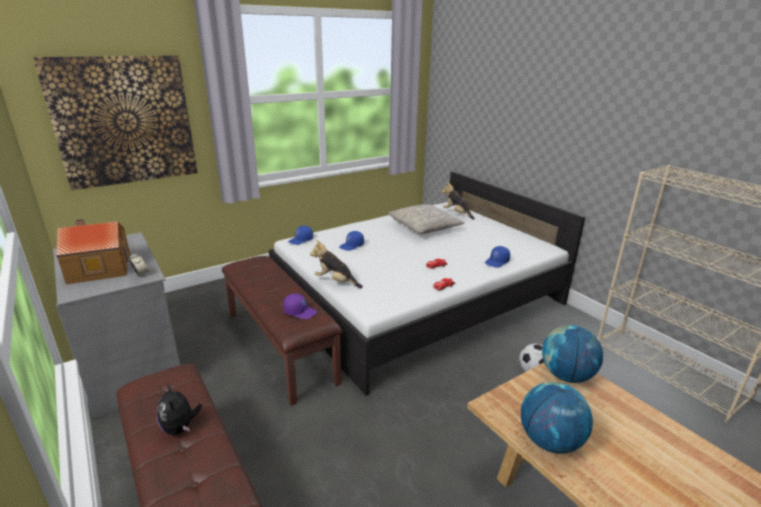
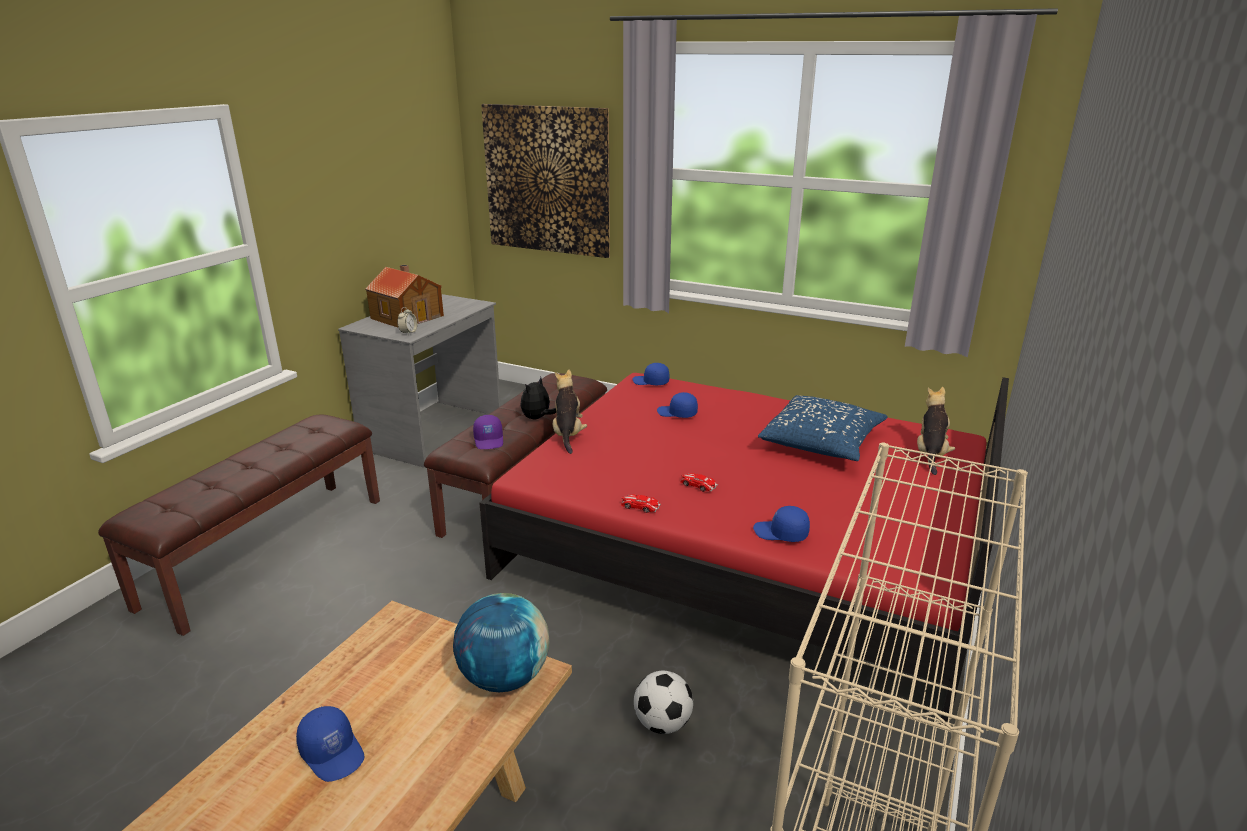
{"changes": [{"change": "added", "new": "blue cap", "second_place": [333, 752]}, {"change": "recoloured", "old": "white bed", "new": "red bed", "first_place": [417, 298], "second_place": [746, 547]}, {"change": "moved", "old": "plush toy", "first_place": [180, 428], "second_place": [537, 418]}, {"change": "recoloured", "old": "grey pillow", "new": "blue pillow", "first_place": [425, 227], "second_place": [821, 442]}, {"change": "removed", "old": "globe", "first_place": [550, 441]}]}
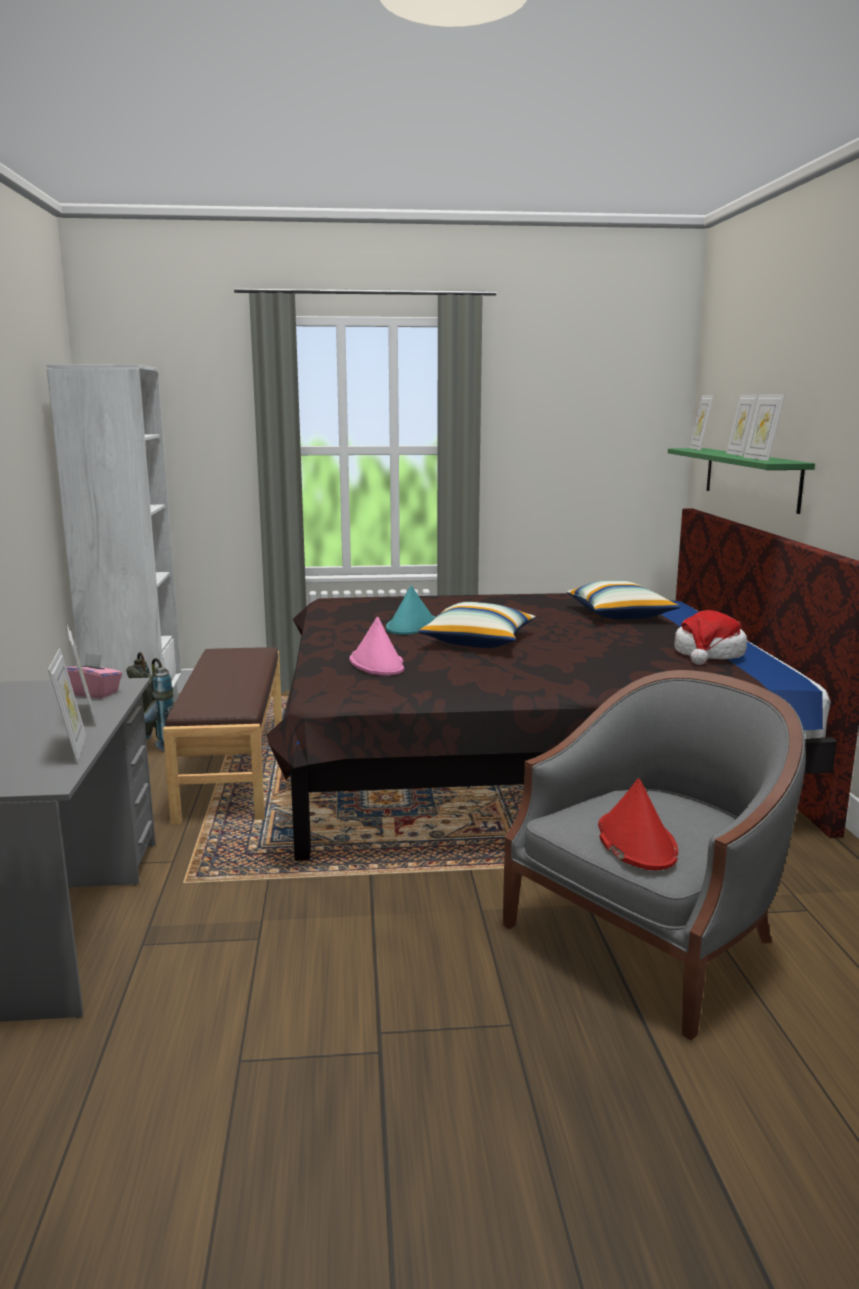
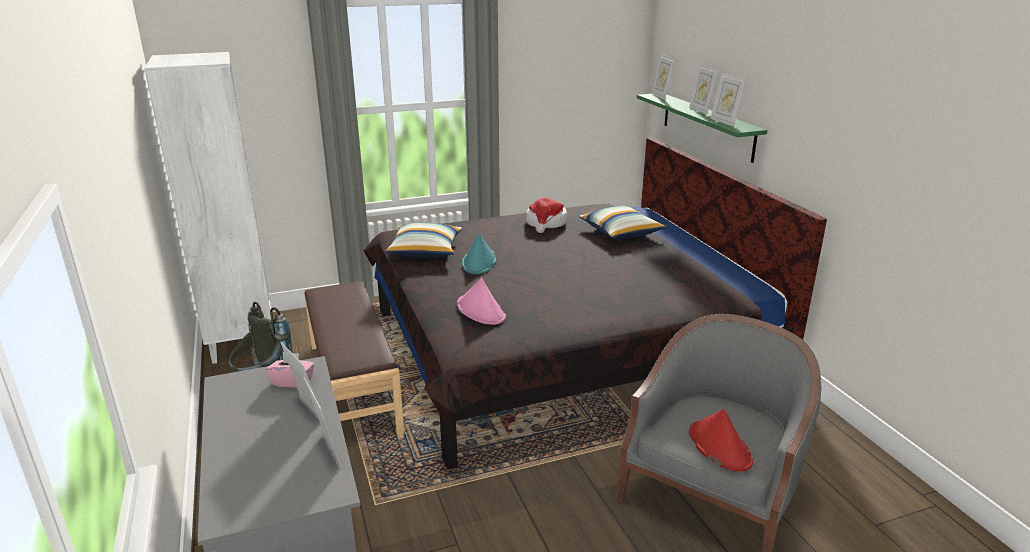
{"changes": [{"change": "moved", "old": "pillow", "first_place": [478, 642], "second_place": [425, 251]}, {"change": "moved", "old": "hat", "first_place": [708, 654], "second_place": [546, 223]}]}
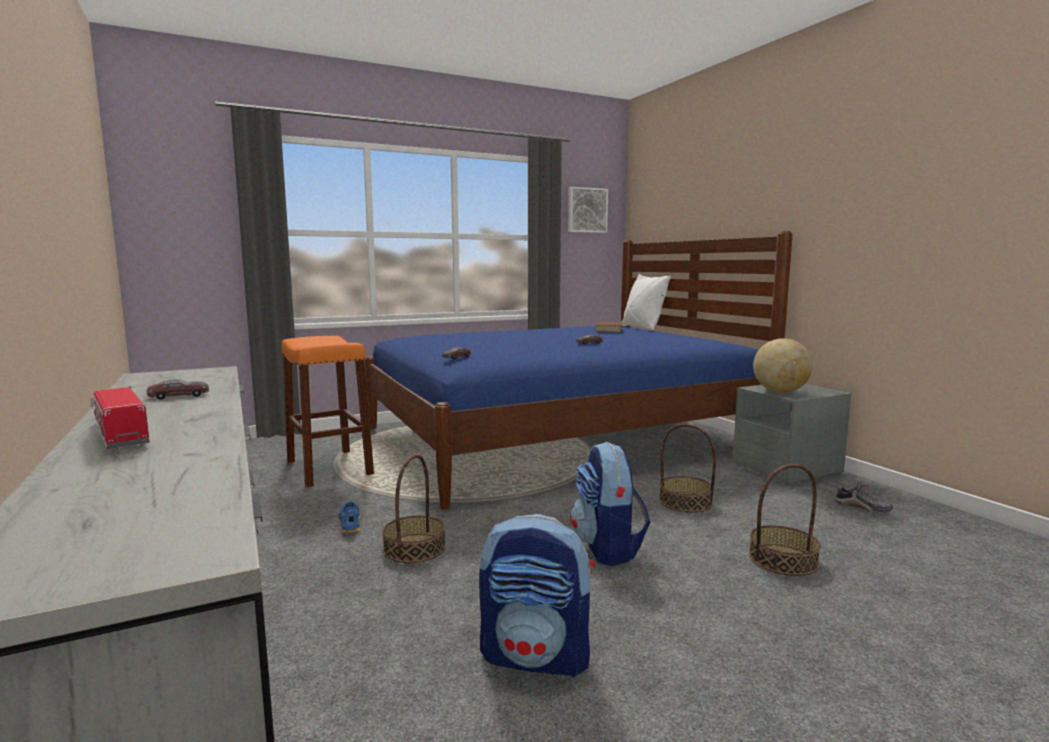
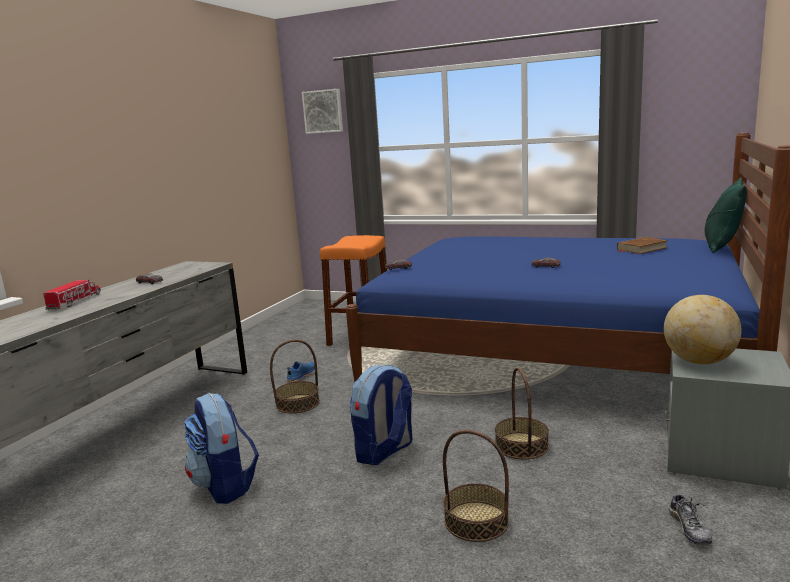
{"changes": [{"change": "moved", "old": "picture", "first_place": [586, 210], "second_place": [323, 111]}, {"change": "recoloured", "old": "white pillow", "new": "green pillow", "first_place": [642, 328], "second_place": [721, 247]}]}
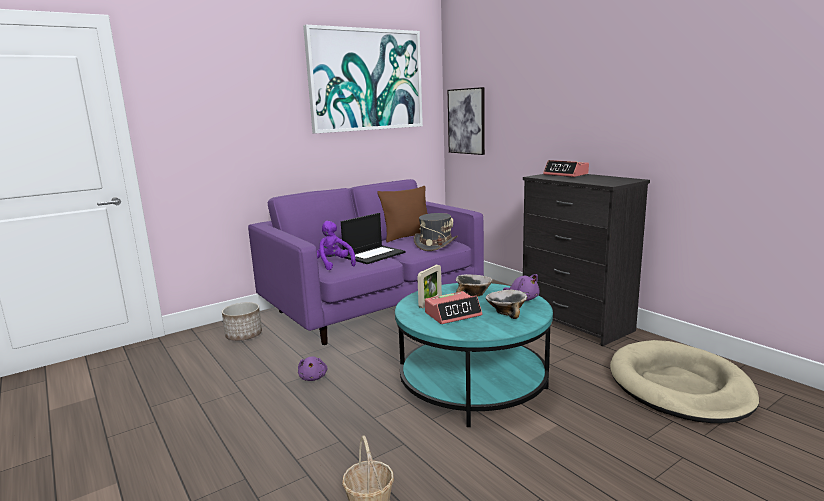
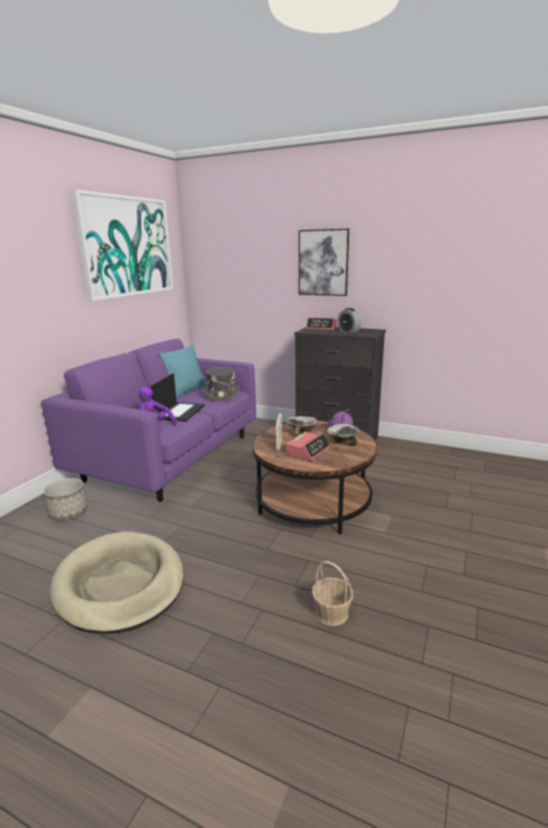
{"changes": [{"change": "moved", "old": "beige dog bed", "first_place": [679, 386], "second_place": [120, 585]}, {"change": "recoloured", "old": "brown pillow", "new": "turquoise pillow", "first_place": [407, 237], "second_place": [187, 391]}, {"change": "recoloured", "old": "turquoise coffee table", "new": "brown coffee table", "first_place": [473, 384], "second_place": [313, 502]}, {"change": "moved", "old": "picture", "first_place": [466, 121], "second_place": [323, 263]}, {"change": "added", "new": "alarm clock", "second_place": [348, 331]}, {"change": "removed", "old": "purple plush toy", "first_place": [313, 377]}]}
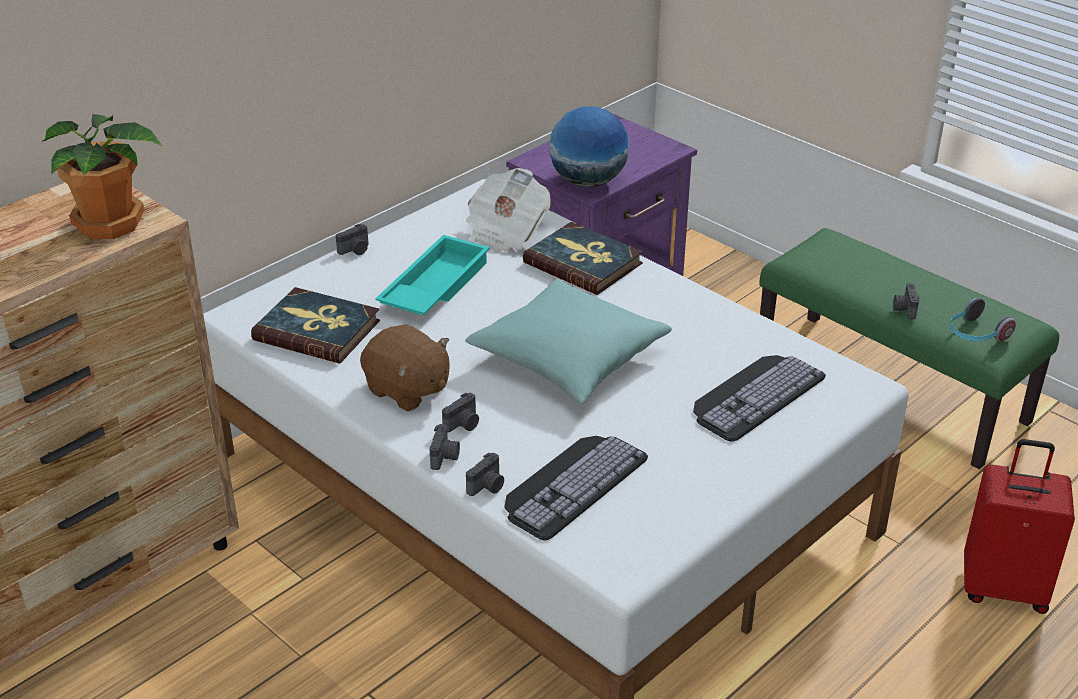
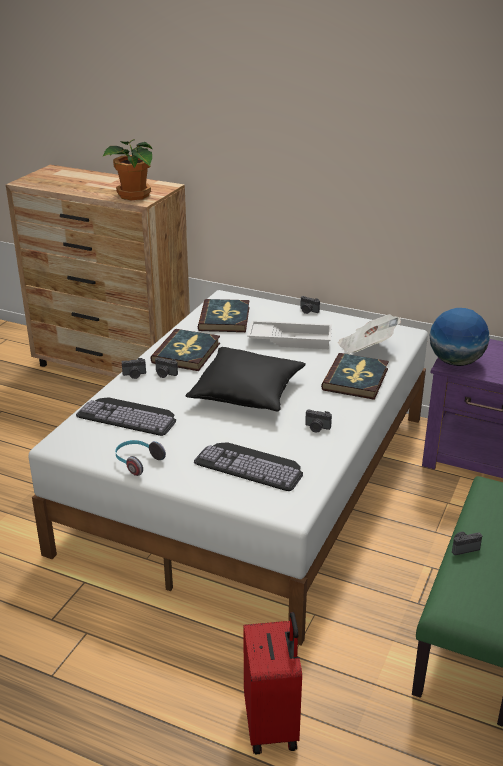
{"changes": [{"change": "moved", "old": "headphones", "first_place": [975, 334], "second_place": [137, 462]}, {"change": "replaced", "old": "brown plush toy", "new": "book", "first_place": [407, 390], "second_place": [187, 353]}, {"change": "recoloured", "old": "turquoise pillow", "new": "black pillow", "first_place": [568, 358], "second_place": [247, 393]}, {"change": "recoloured", "old": "turquoise tray", "new": "white tray", "first_place": [433, 286], "second_place": [290, 339]}, {"change": "moved", "old": "photo camera", "first_place": [487, 486], "second_place": [317, 428]}]}
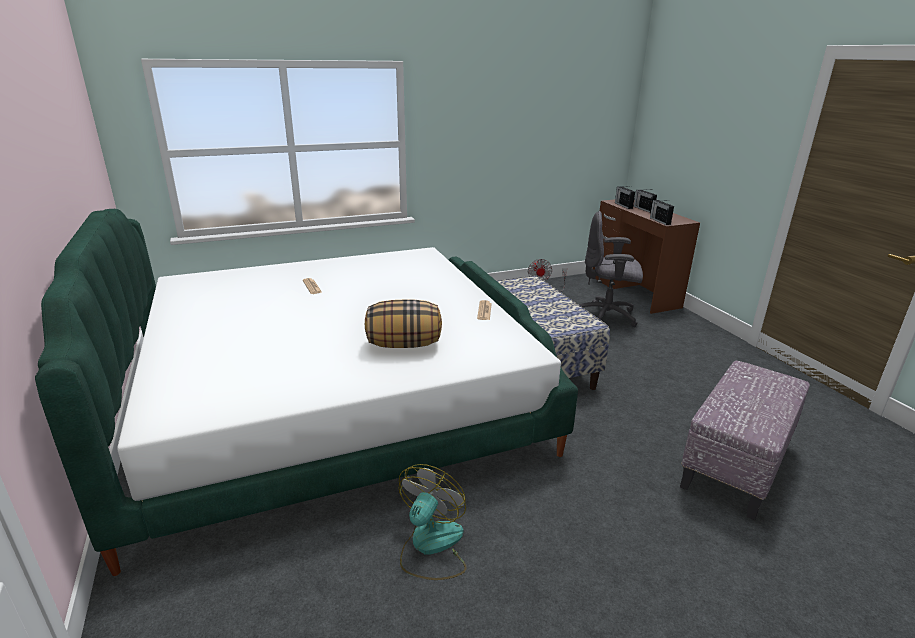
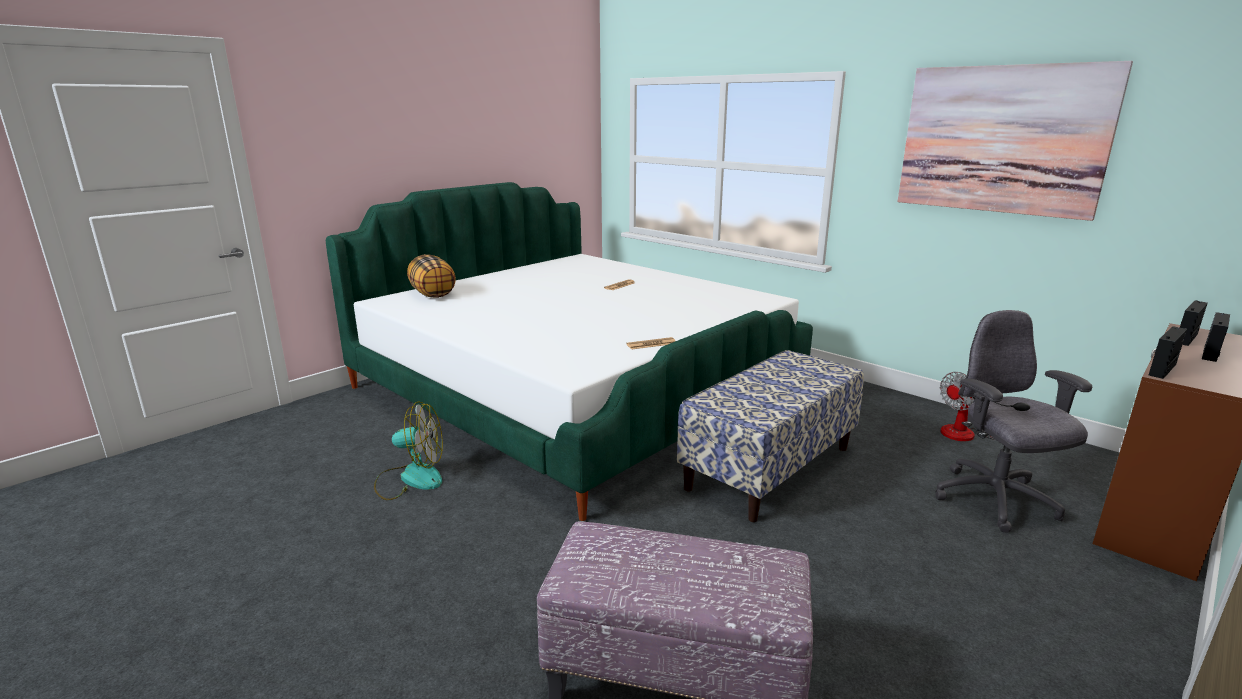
{"changes": [{"change": "moved", "old": "pillow", "first_place": [404, 344], "second_place": [433, 294]}, {"change": "added", "new": "picture", "second_place": [1001, 140]}]}
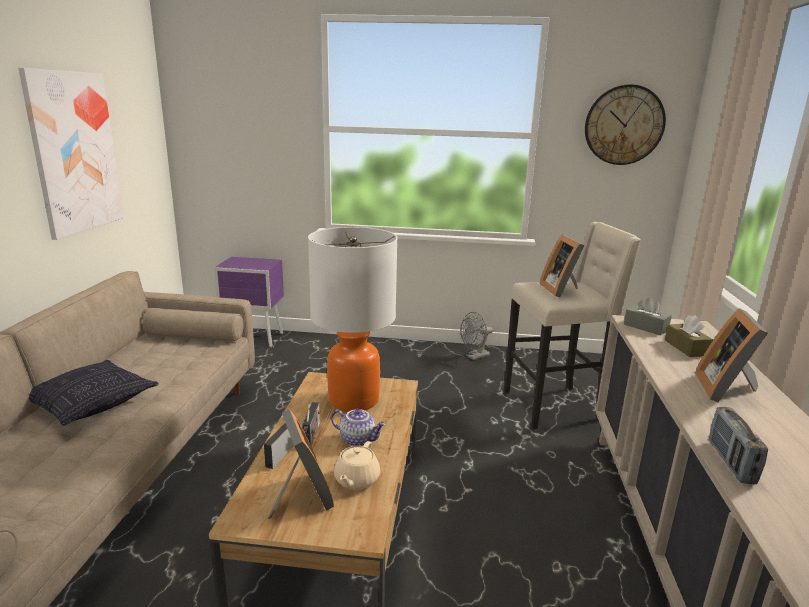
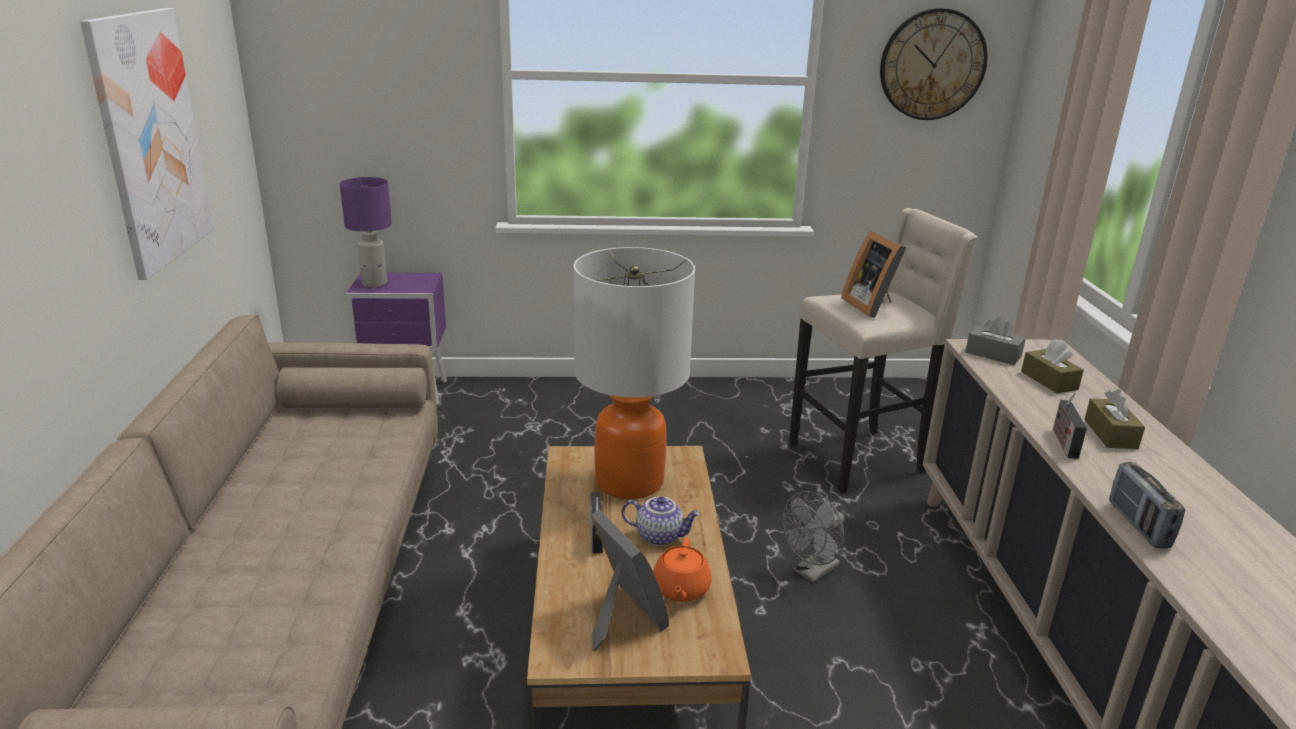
{"changes": [{"change": "added", "new": "purple table lamp", "second_place": [375, 283]}, {"change": "recoloured", "old": "beige teapot", "new": "orange teapot", "first_place": [356, 480], "second_place": [680, 589]}, {"change": "moved", "old": "grey fan", "first_place": [475, 357], "second_place": [812, 572]}, {"change": "moved", "old": "radio", "first_place": [281, 453], "second_place": [1063, 442]}, {"change": "replaced", "old": "picture frame", "new": "brown tissue box", "first_place": [727, 389], "second_place": [1110, 434]}, {"change": "removed", "old": "pillow", "first_place": [91, 404]}]}
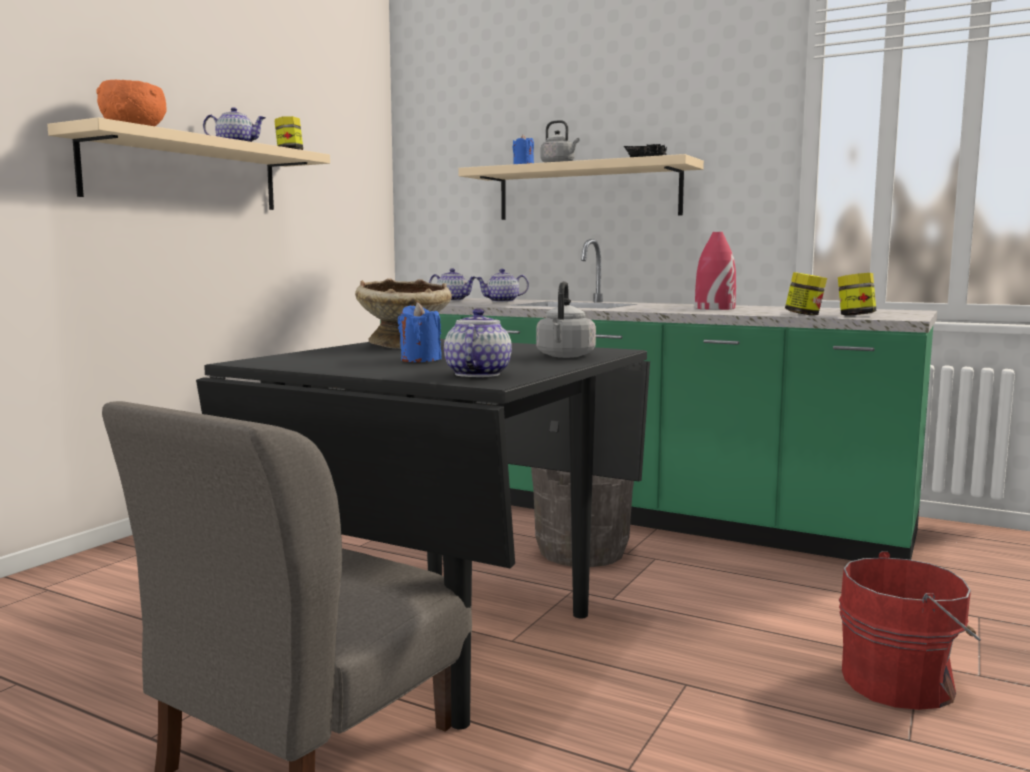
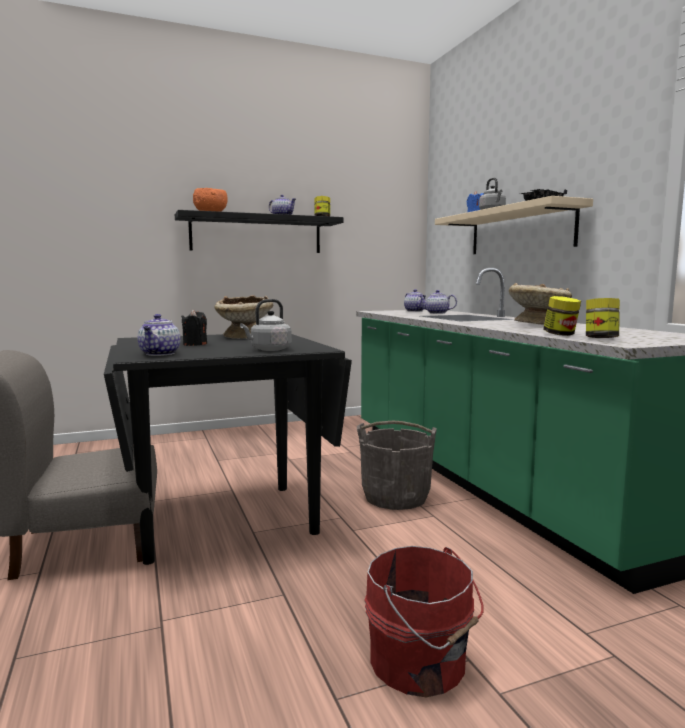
{"changes": [{"change": "turned", "old": "teapot", "first_place": [477, 374], "second_place": [160, 354], "degrees": 135}, {"change": "recoloured", "old": "beige shelf", "new": "black shelf", "first_place": [184, 173], "second_place": [256, 234]}, {"change": "recoloured", "old": "blue candle", "new": "black candle", "first_place": [420, 360], "second_place": [195, 344]}, {"change": "replaced", "old": "red vase", "new": "beige bowl", "first_place": [714, 308], "second_place": [537, 325]}]}
